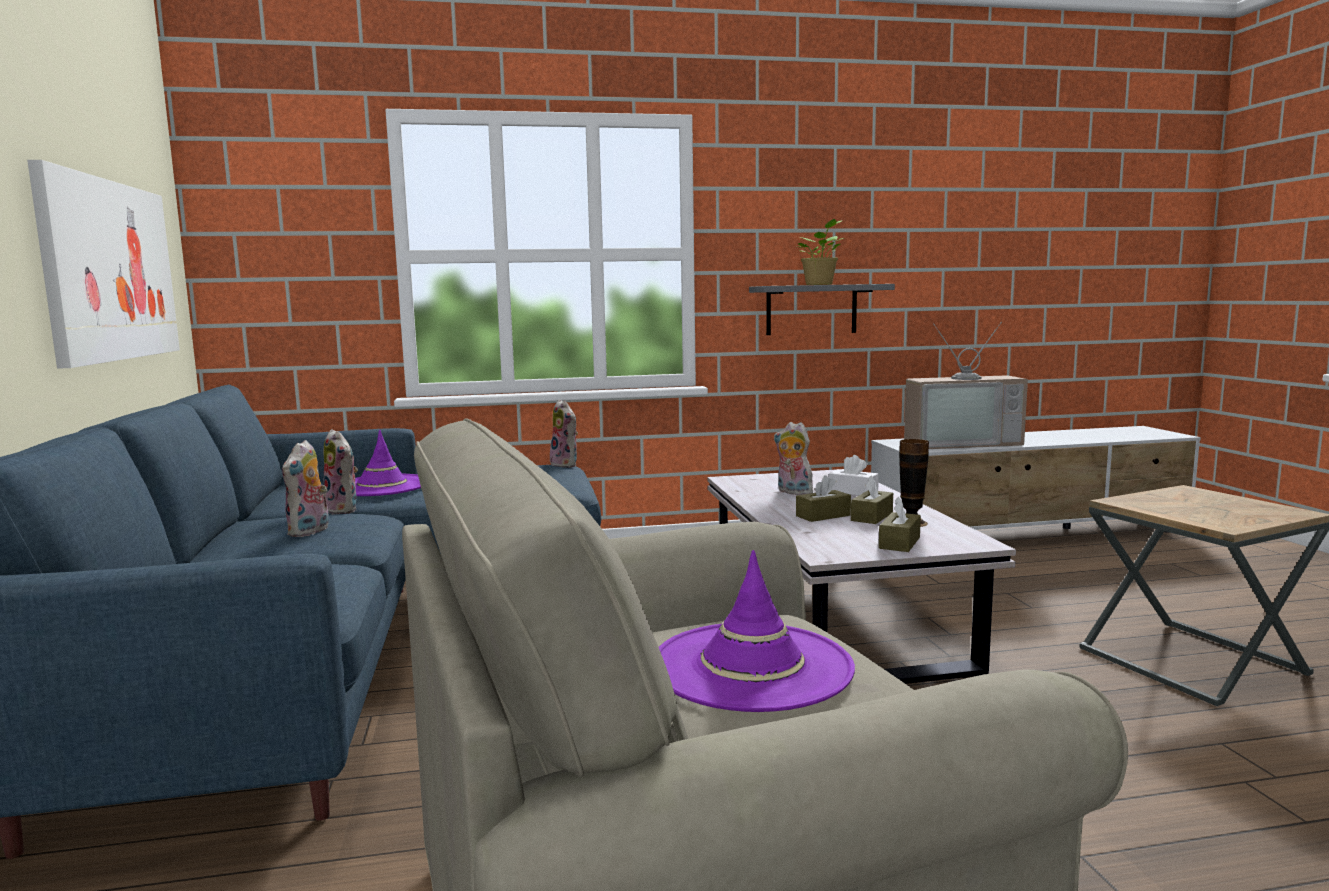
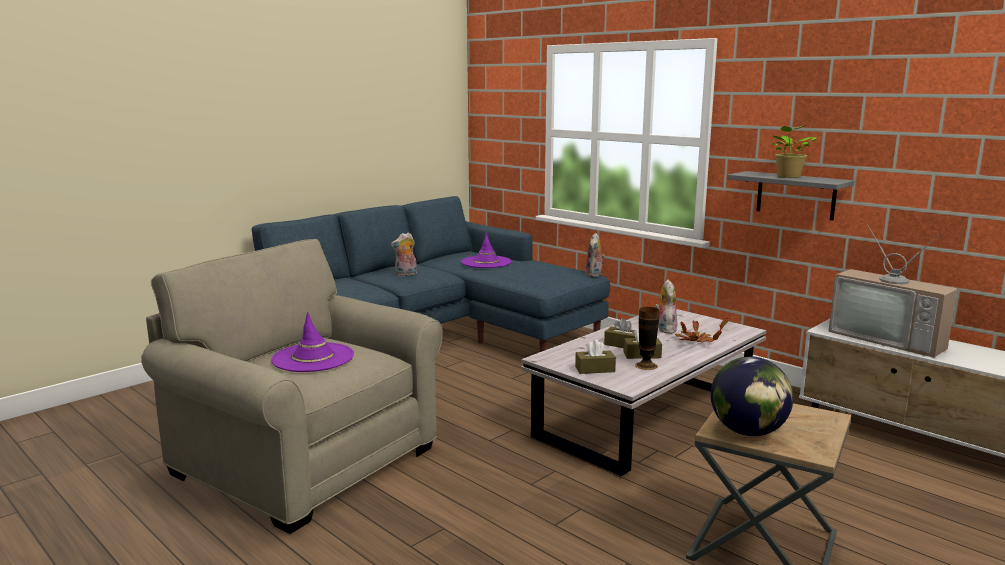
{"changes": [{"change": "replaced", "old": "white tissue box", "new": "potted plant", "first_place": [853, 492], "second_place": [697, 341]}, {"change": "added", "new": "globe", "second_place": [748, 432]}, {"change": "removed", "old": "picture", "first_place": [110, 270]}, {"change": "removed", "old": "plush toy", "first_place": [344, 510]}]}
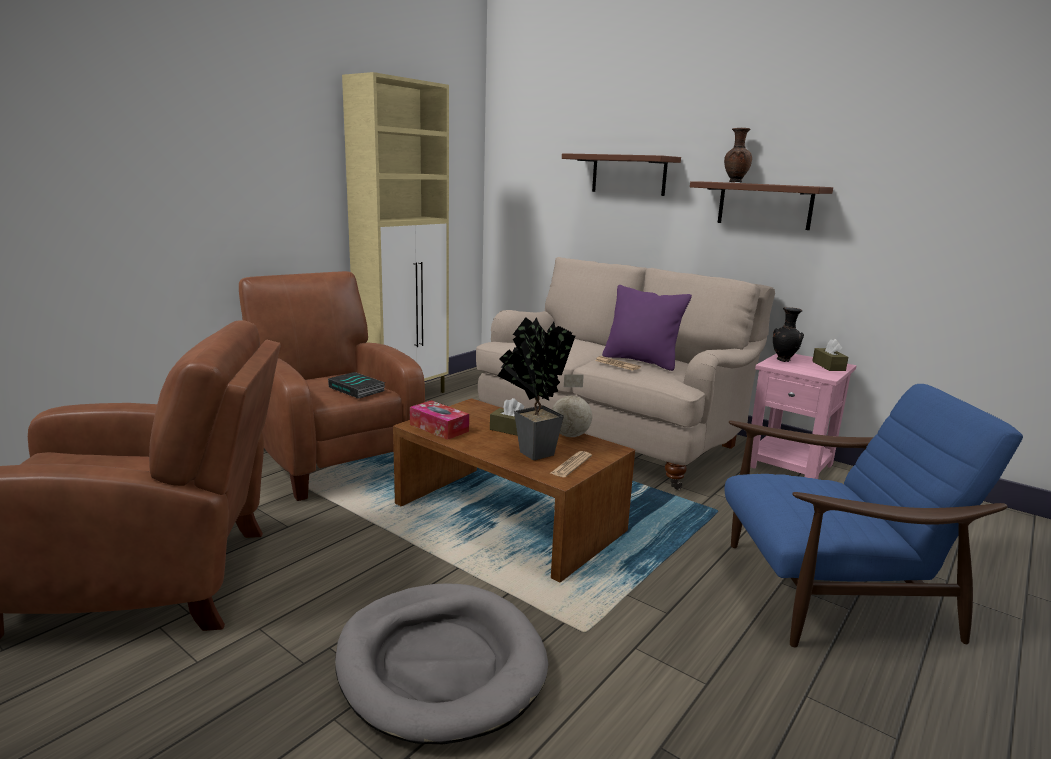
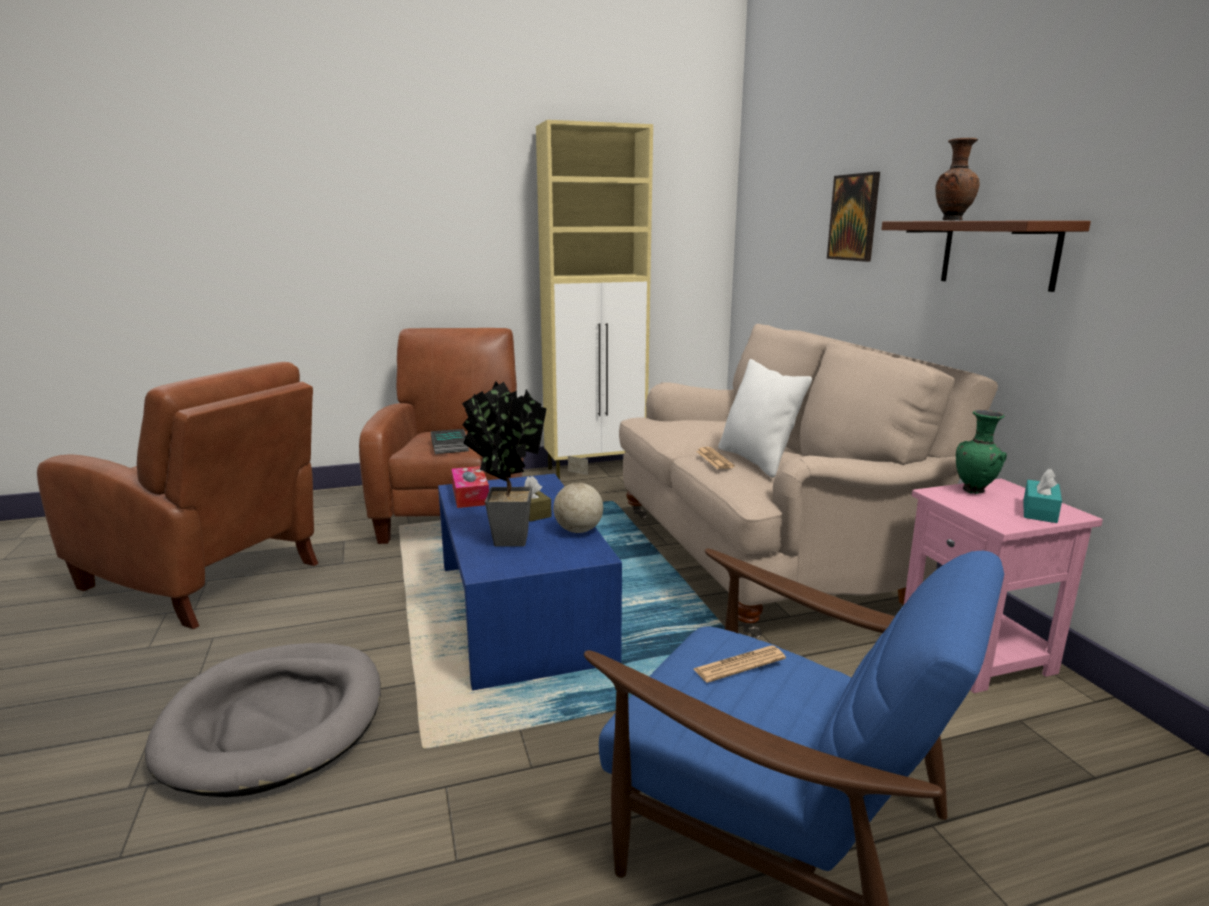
{"changes": [{"change": "recoloured", "old": "brown coffee table", "new": "blue coffee table", "first_place": [509, 517], "second_place": [523, 610]}, {"change": "moved", "old": "newspaper", "first_place": [571, 465], "second_place": [739, 664]}, {"change": "recoloured", "old": "purple pillow", "new": "white pillow", "first_place": [641, 361], "second_place": [757, 461]}, {"change": "replaced", "old": "brown shelf", "new": "picture", "first_place": [628, 175], "second_place": [854, 217]}, {"change": "recoloured", "old": "black vase", "new": "green vase", "first_place": [784, 360], "second_place": [975, 491]}, {"change": "recoloured", "old": "brown tissue box", "new": "turquoise tissue box", "first_place": [828, 366], "second_place": [1039, 511]}]}
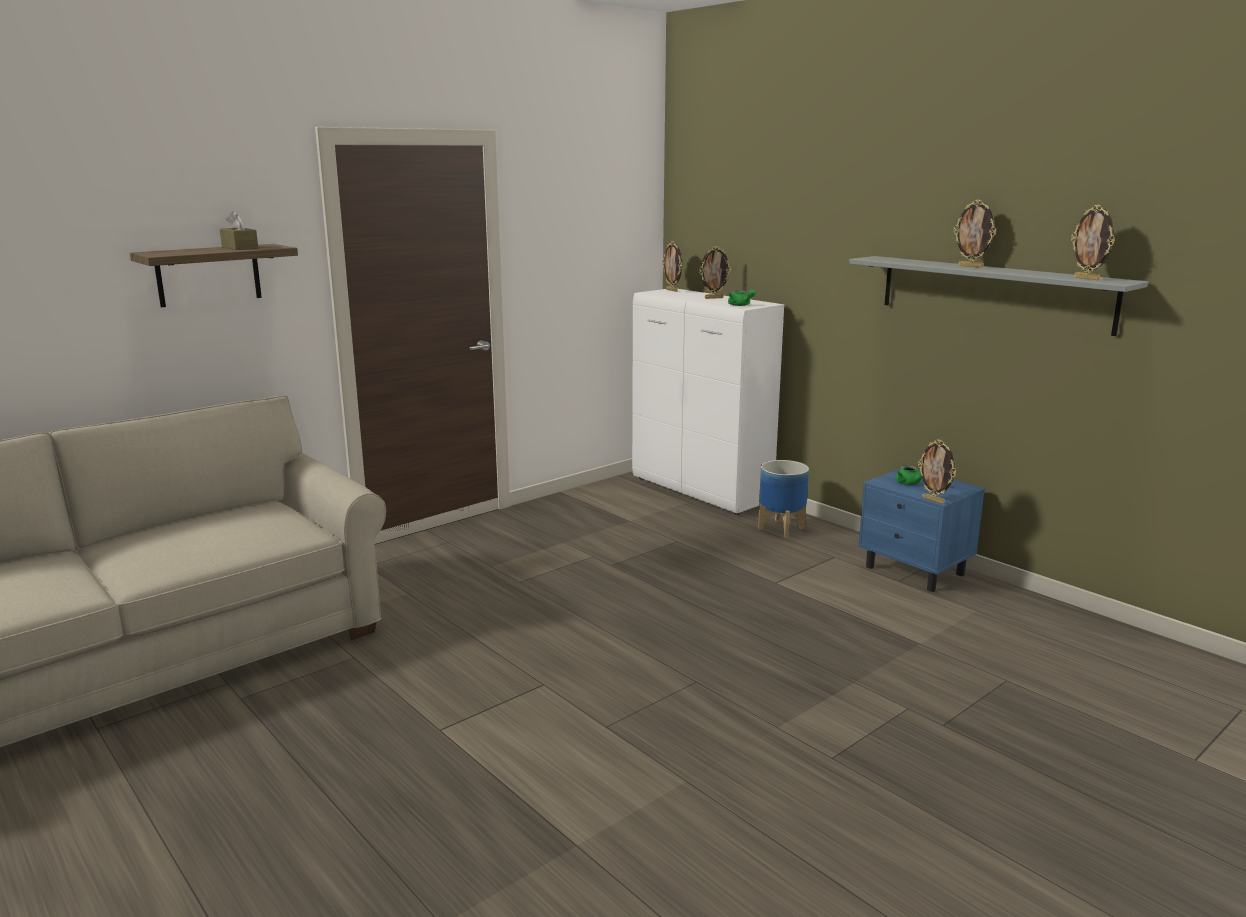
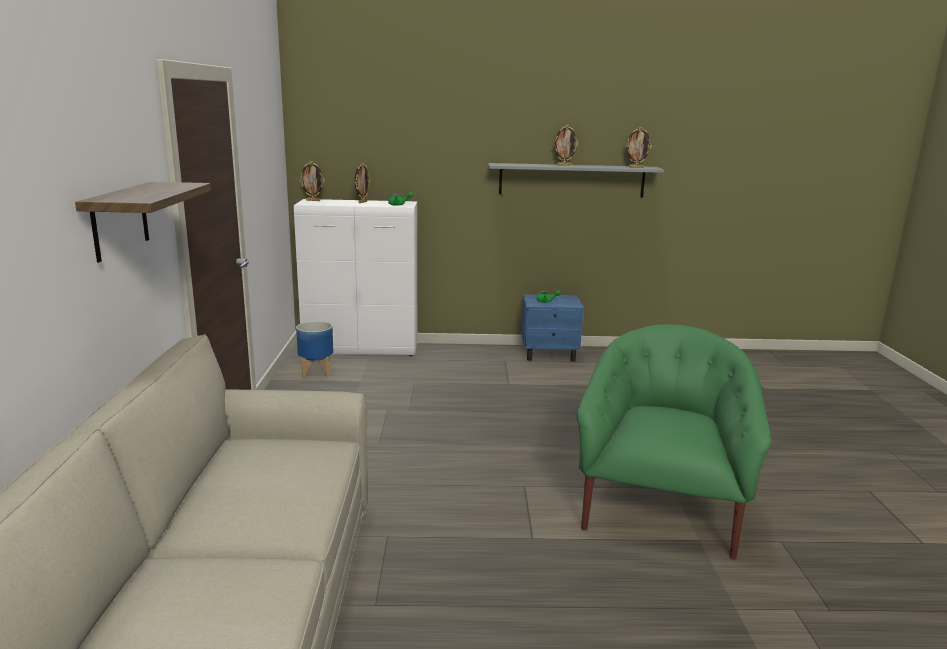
{"changes": [{"change": "moved", "old": "planter", "first_place": [781, 528], "second_place": [316, 372]}, {"change": "added", "new": "green armchair", "second_place": [659, 508]}, {"change": "removed", "old": "brown tissue box", "first_place": [240, 247]}, {"change": "removed", "old": "picture frame", "first_place": [934, 500]}]}
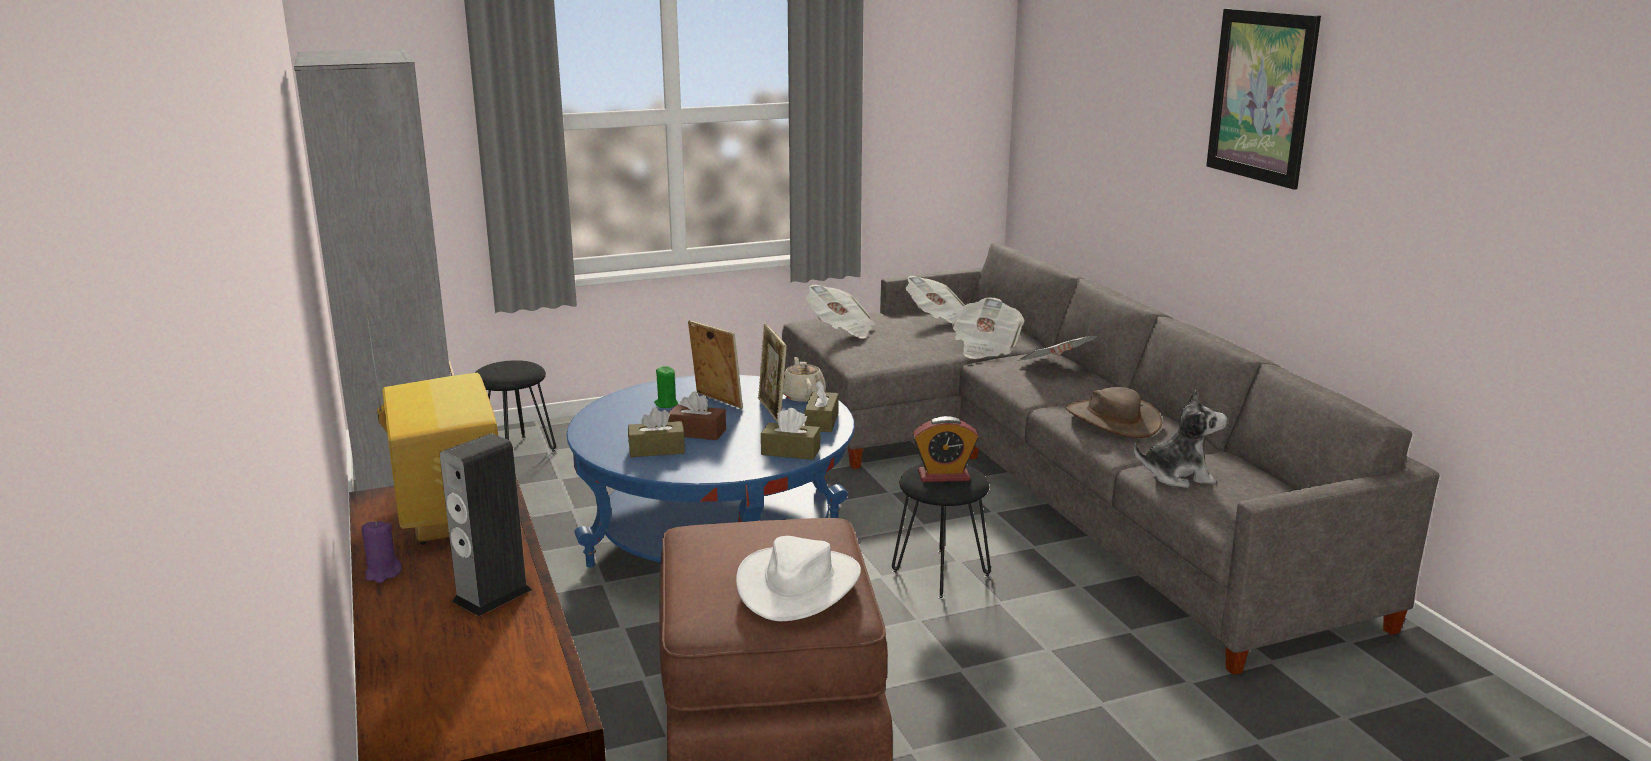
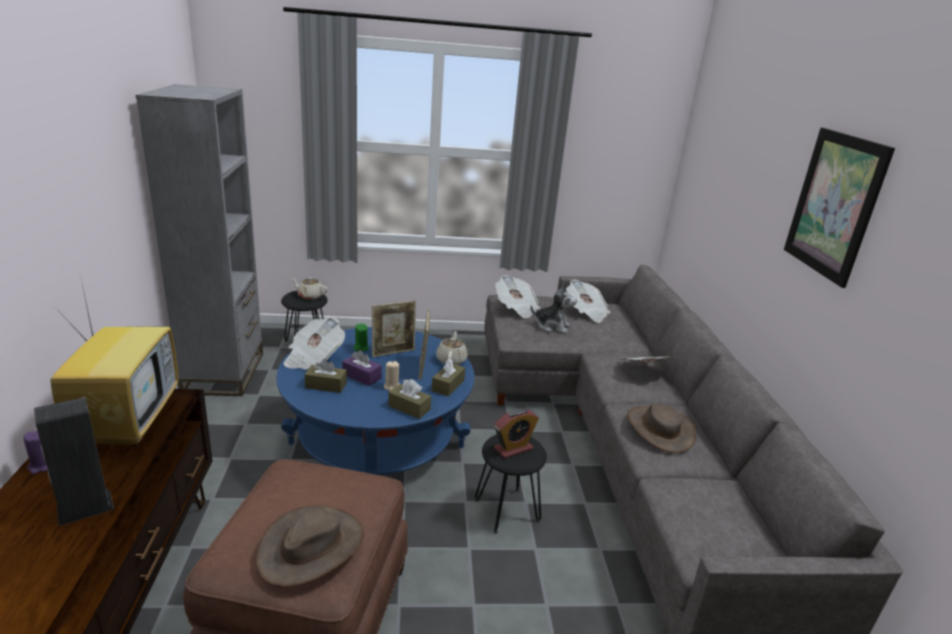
{"changes": [{"change": "recoloured", "old": "white hat", "new": "brown hat", "first_place": [798, 584], "second_place": [311, 546]}, {"change": "moved", "old": "newspaper", "first_place": [985, 348], "second_place": [313, 358]}, {"change": "added", "new": "beige teapot", "second_place": [310, 296]}, {"change": "recoloured", "old": "brown tissue box", "new": "purple tissue box", "first_place": [697, 432], "second_place": [362, 376]}, {"change": "turned", "old": "picture frame", "first_place": [716, 401], "second_place": [393, 352], "degrees": 90}, {"change": "added", "new": "beige candle", "second_place": [392, 387]}, {"change": "turned", "old": "alarm clock", "first_place": [943, 476], "second_place": [513, 448], "degrees": -45}, {"change": "moved", "old": "plush toy", "first_place": [1178, 476], "second_place": [552, 326]}]}
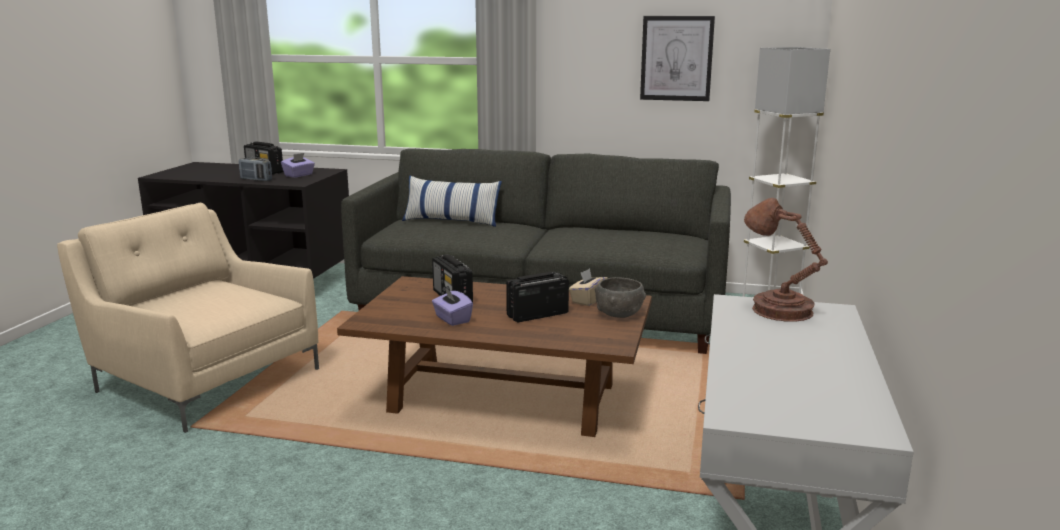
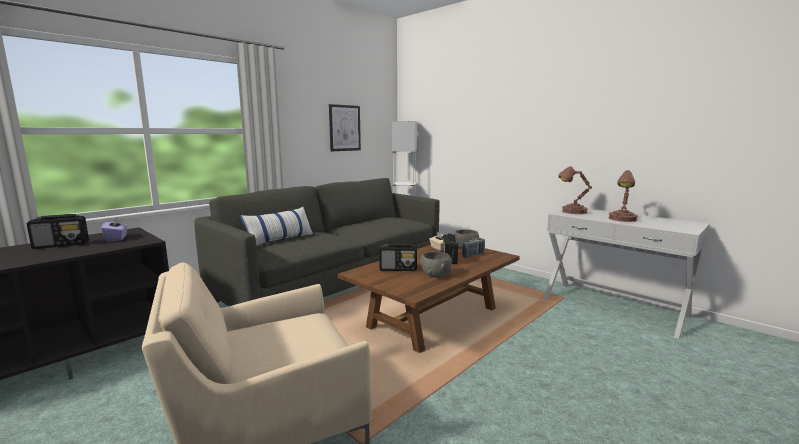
{"changes": [{"change": "replaced", "old": "purple tissue box", "new": "grey bowl", "first_place": [452, 319], "second_place": [435, 275]}, {"change": "moved", "old": "radio", "first_place": [256, 180], "second_place": [473, 255]}, {"change": "added", "new": "brown table lamp", "second_place": [622, 219]}]}
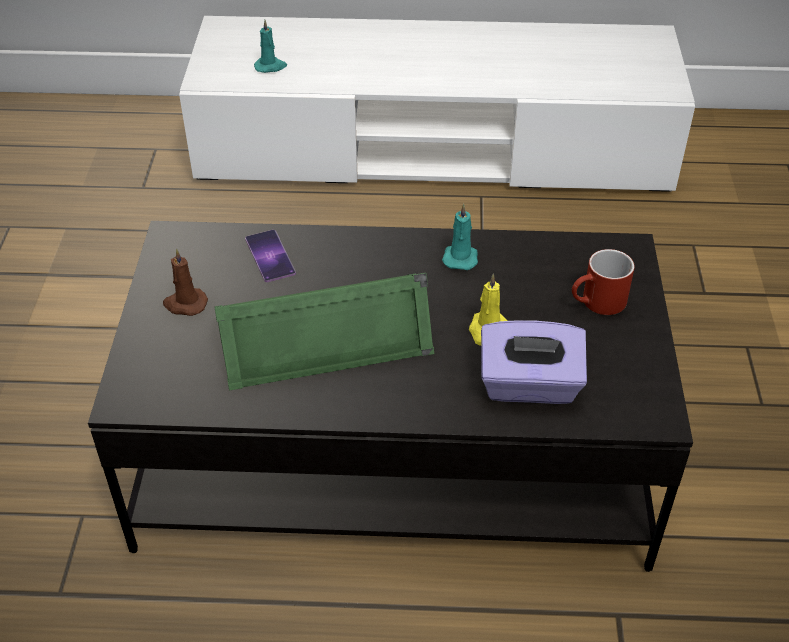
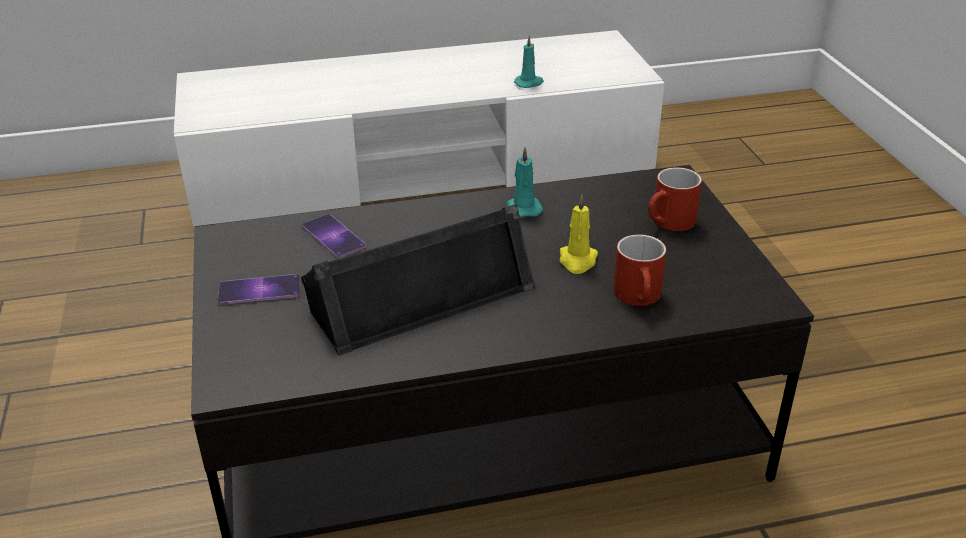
{"changes": [{"change": "replaced", "old": "brown candle", "new": "phone", "first_place": [185, 304], "second_place": [259, 290]}, {"change": "recoloured", "old": "green speaker", "new": "black speaker", "first_place": [324, 339], "second_place": [419, 294]}, {"change": "moved", "old": "turquoise candle", "first_place": [270, 66], "second_place": [529, 83]}, {"change": "replaced", "old": "purple tissue box", "new": "red mug", "first_place": [529, 386], "second_place": [640, 298]}]}
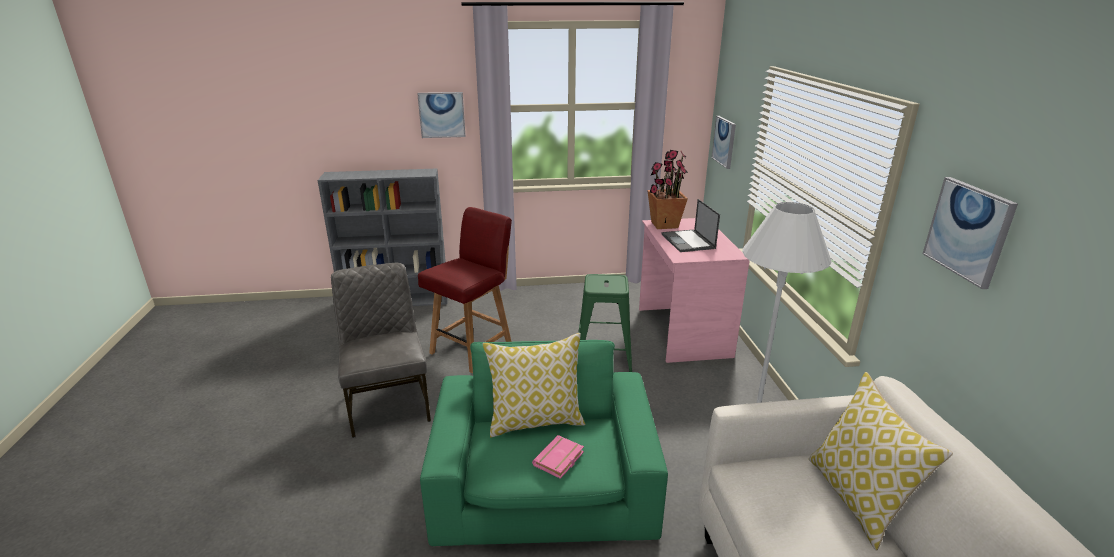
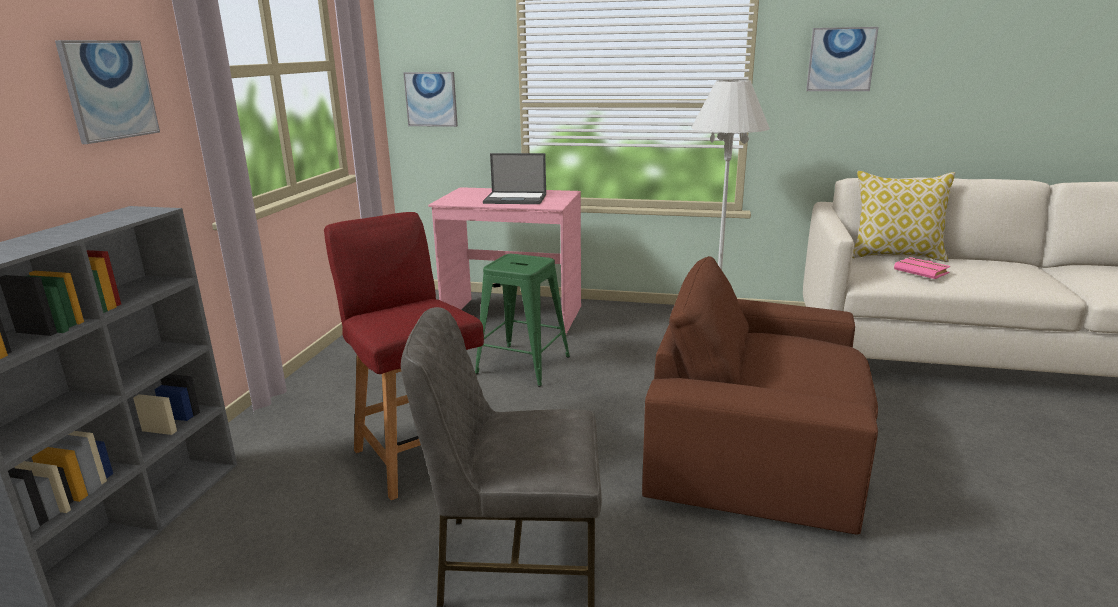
{"changes": [{"change": "recoloured", "old": "green armchair", "new": "brown armchair", "first_place": [545, 487], "second_place": [756, 442]}, {"change": "moved", "old": "pink book", "first_place": [559, 460], "second_place": [922, 271]}, {"change": "removed", "old": "pillow", "first_place": [536, 421]}, {"change": "removed", "old": "potted plant", "first_place": [664, 224]}]}
